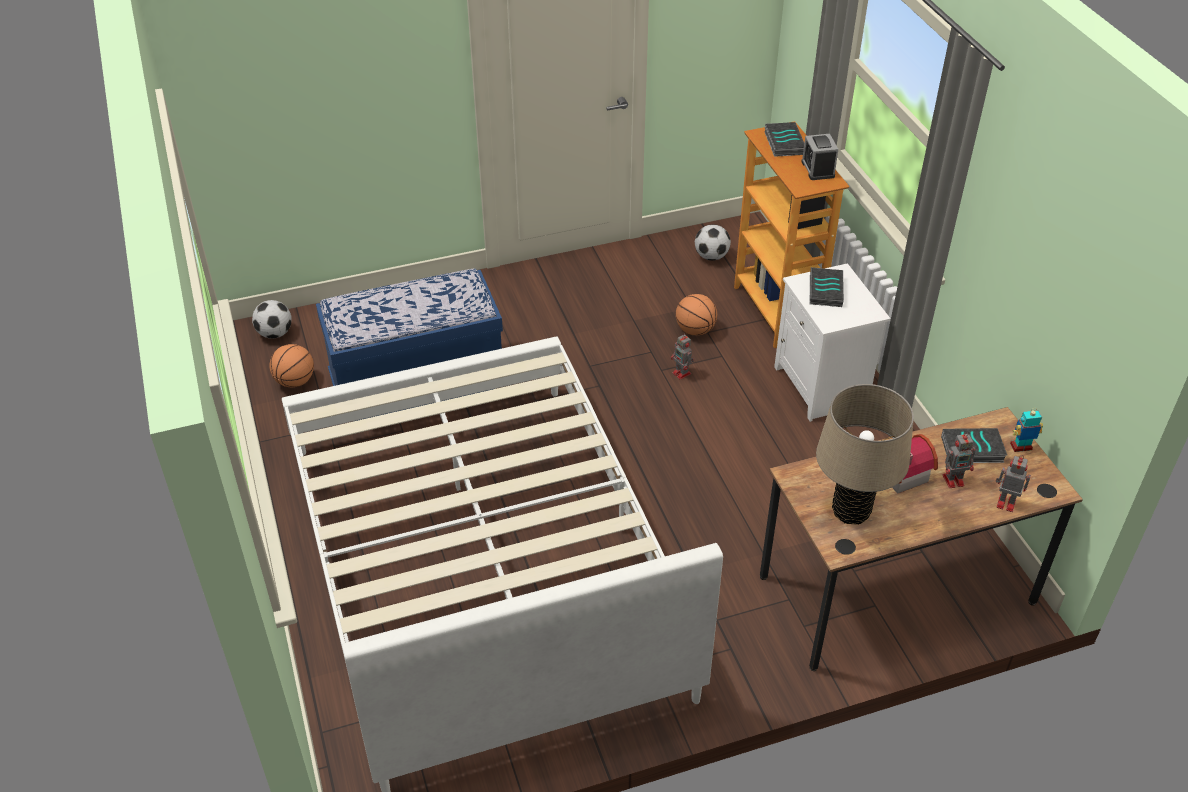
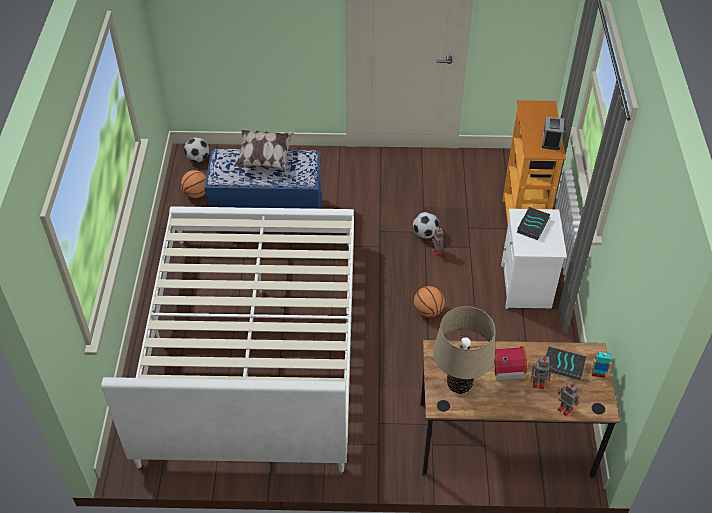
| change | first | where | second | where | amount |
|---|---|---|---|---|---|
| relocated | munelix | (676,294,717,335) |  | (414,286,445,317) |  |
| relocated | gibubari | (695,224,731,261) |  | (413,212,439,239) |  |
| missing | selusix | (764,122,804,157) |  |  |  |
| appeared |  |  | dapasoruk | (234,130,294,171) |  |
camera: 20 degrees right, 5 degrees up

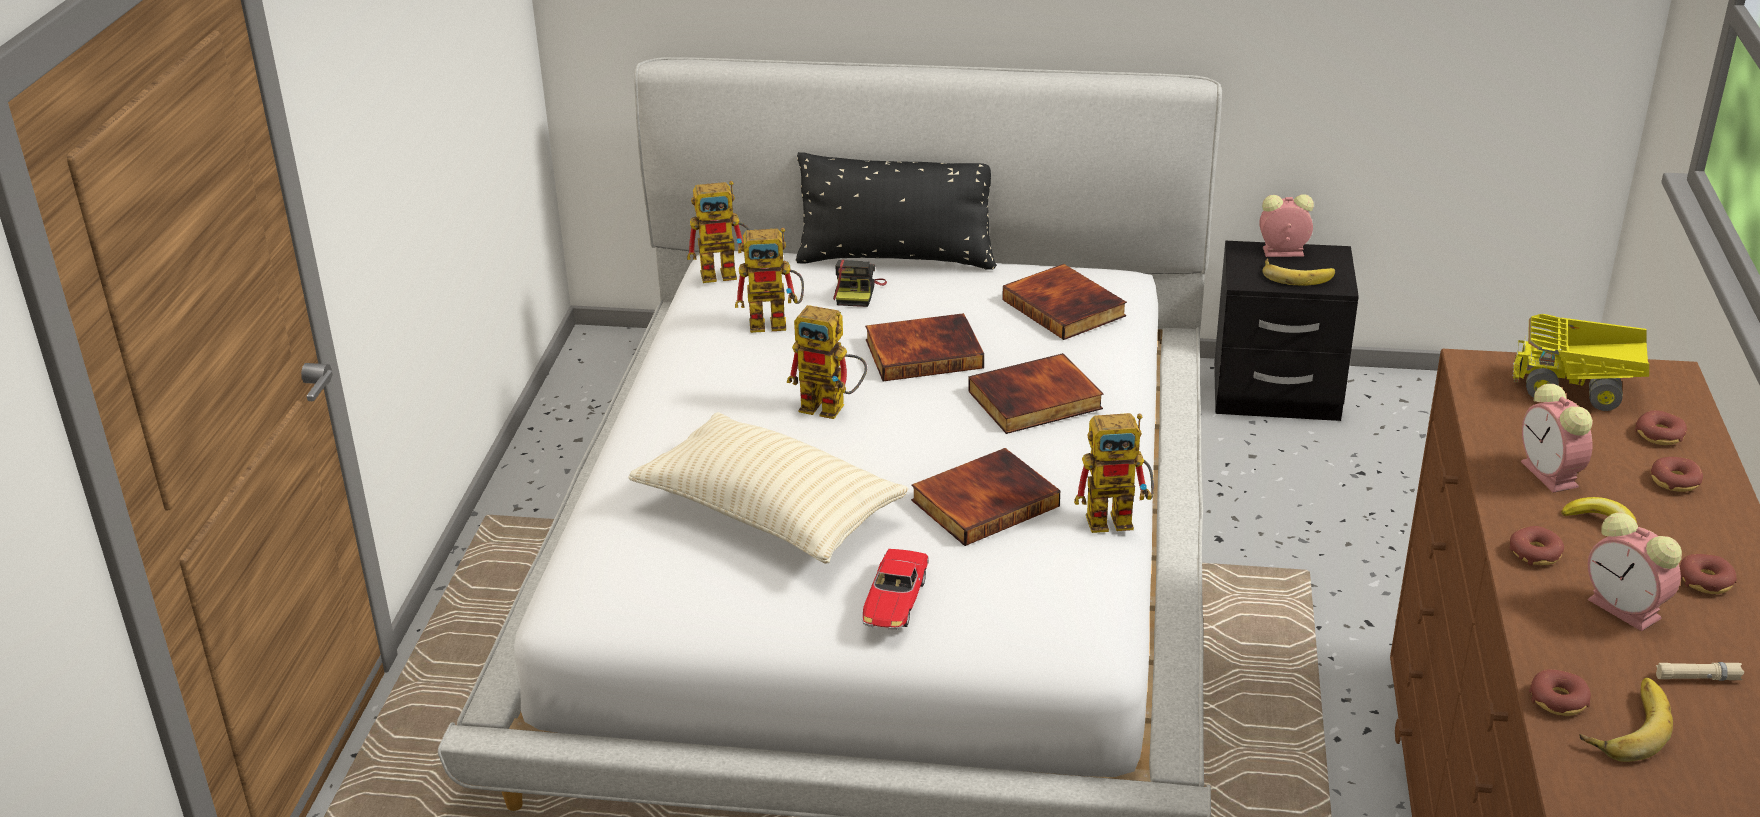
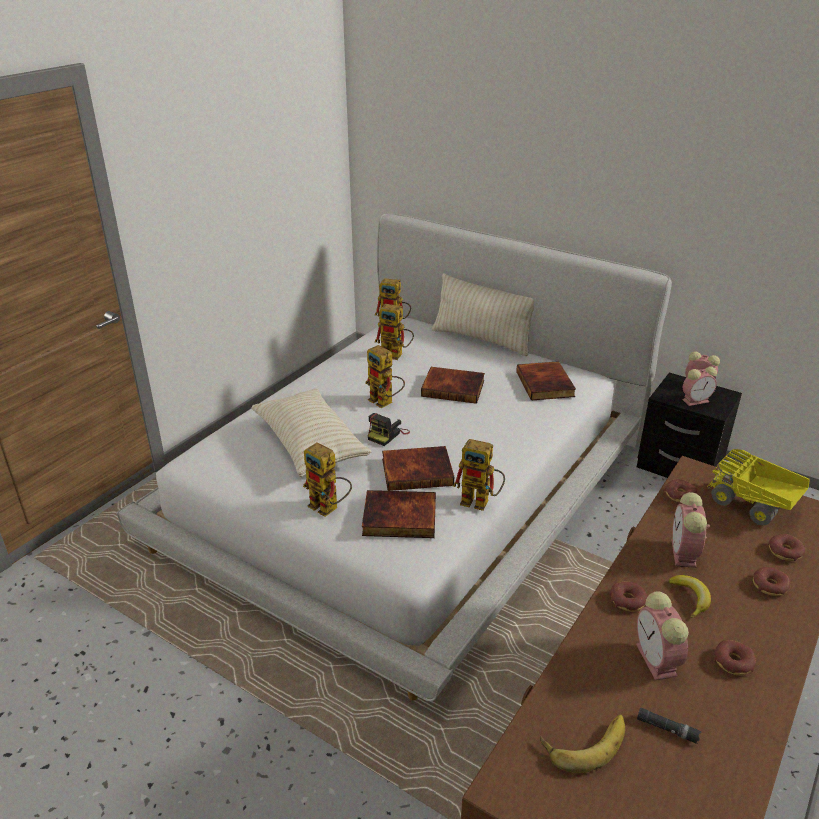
| change | first | where | second | where | amount |
|---|---|---|---|---|---|
| colour | dapasoruk (black) | (795,152,997,270) | dapasoruk (beige) | (432,273,534,356) |  |
| relocated | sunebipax | (833,260,887,307) |  | (367,413,410,446) |  |
| exchanged | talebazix | (862,549,929,630) | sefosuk | (303,442,352,517) |  |
| relocated | selusix | (968,353,1103,434) |  | (362,490,436,538) |  |
| exchanged | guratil | (1262,258,1335,286) | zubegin | (682,366,717,406) |  |
| relocated | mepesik | (1529,669,1591,716) |  | (664,479,697,503) |  |
| colour | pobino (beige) | (1656,662,1744,681) | pobino (black) | (637,708,701,744) |  |
camera: 25 degrees right, 0 degrees up

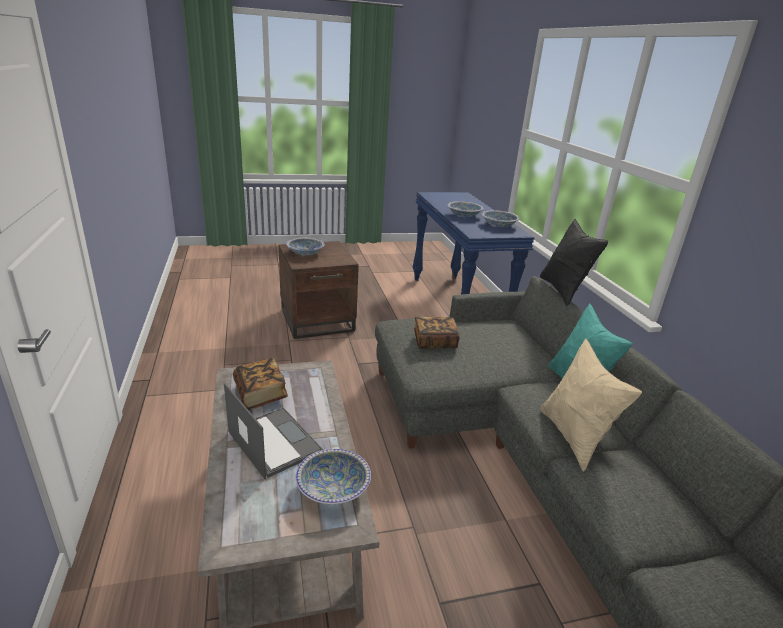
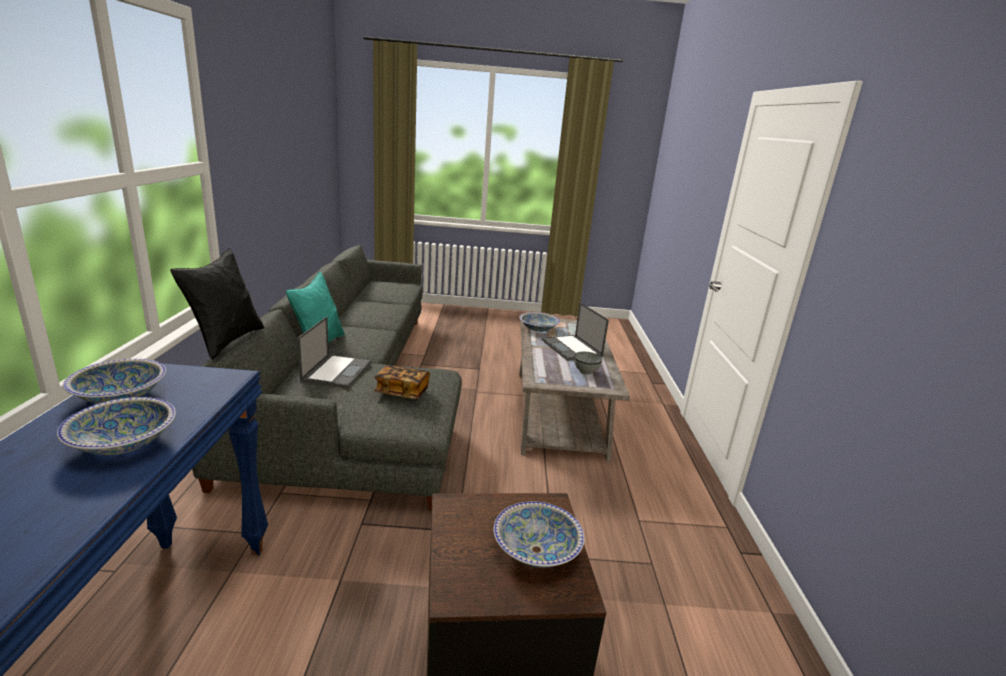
| change | first | where | second | where | amount |
|---|---|---|---|---|---|
| exchanged | selusix | (233,358,288,410) | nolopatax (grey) | (574,352,602,375) |  |
| missing | dapasoruk (beige) | (540,338,642,472) |  |  |  |
| appeared |  |  | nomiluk | (297,316,371,388) |  |
camera: 165 degrees left, 5 degrees down

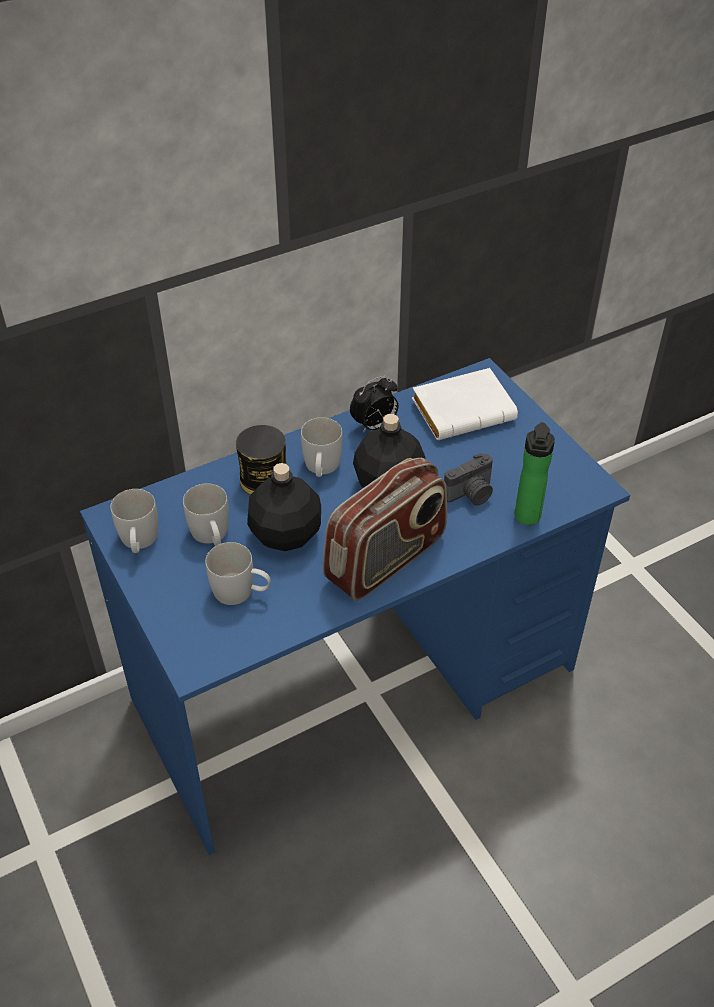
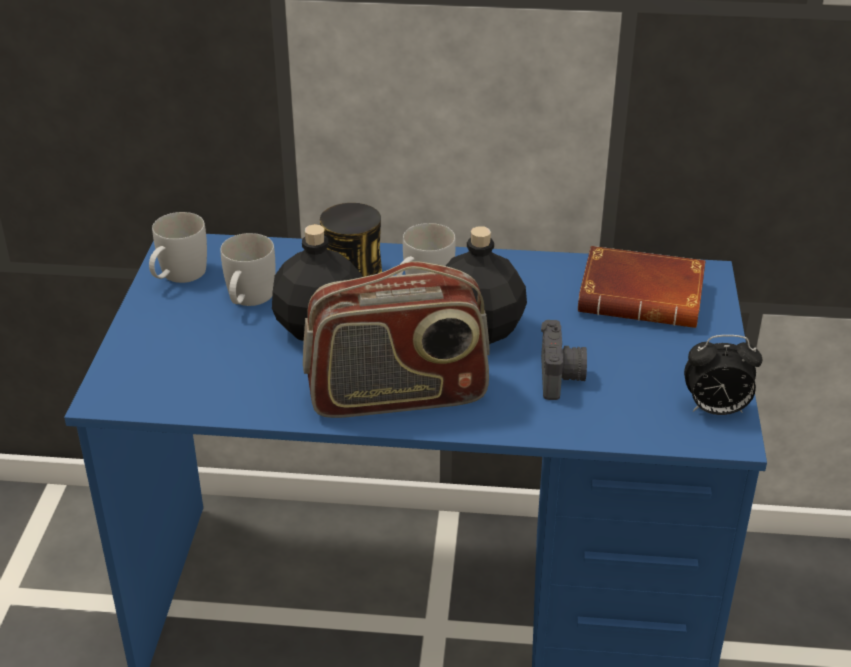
| change | first | where | second | where | amount |
|---|---|---|---|---|---|
| missing | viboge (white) | (205,542,271,605) |  |  |  |
| relocated | zubegin | (350,376,398,433) |  | (684,335,763,415) |  |
| colour | selusix (white) | (412,368,518,440) | selusix (brown) | (578,246,705,328) |  |
| spun | sunebipax | (444,453,493,506) |  | (541,320,587,400) | 90 degrees counterclockwise |
| missing | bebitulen | (515,422,555,525) |  |  |  |
camera: 35 degrees right, 10 degrees down

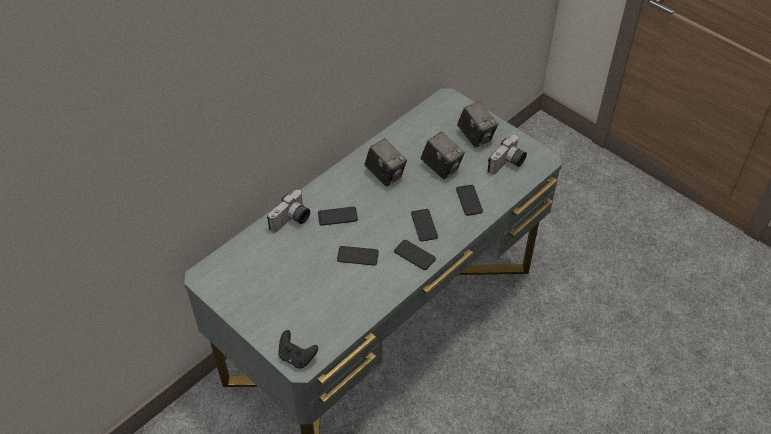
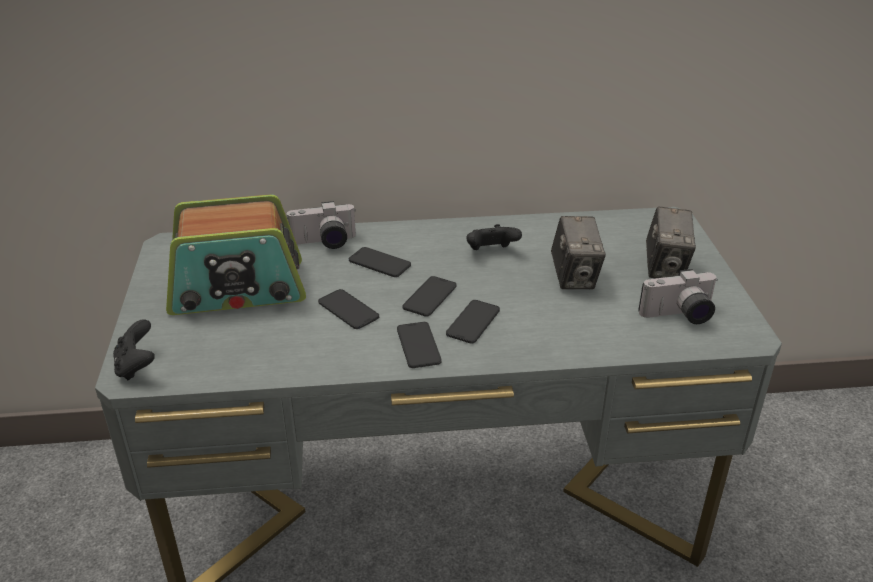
| change | first | where | second | where | amount |
|---|---|---|---|---|---|
| exchanged | sunebipax | (365,138,407,187) | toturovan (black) | (466,224,522,250) |  |
| relocated | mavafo | (456,185,483,216) |  | (403,276,457,317) |  |
| appeared |  |  | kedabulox | (166,194,306,315) |  |
camera: 40 degrees right, 15 degrees down

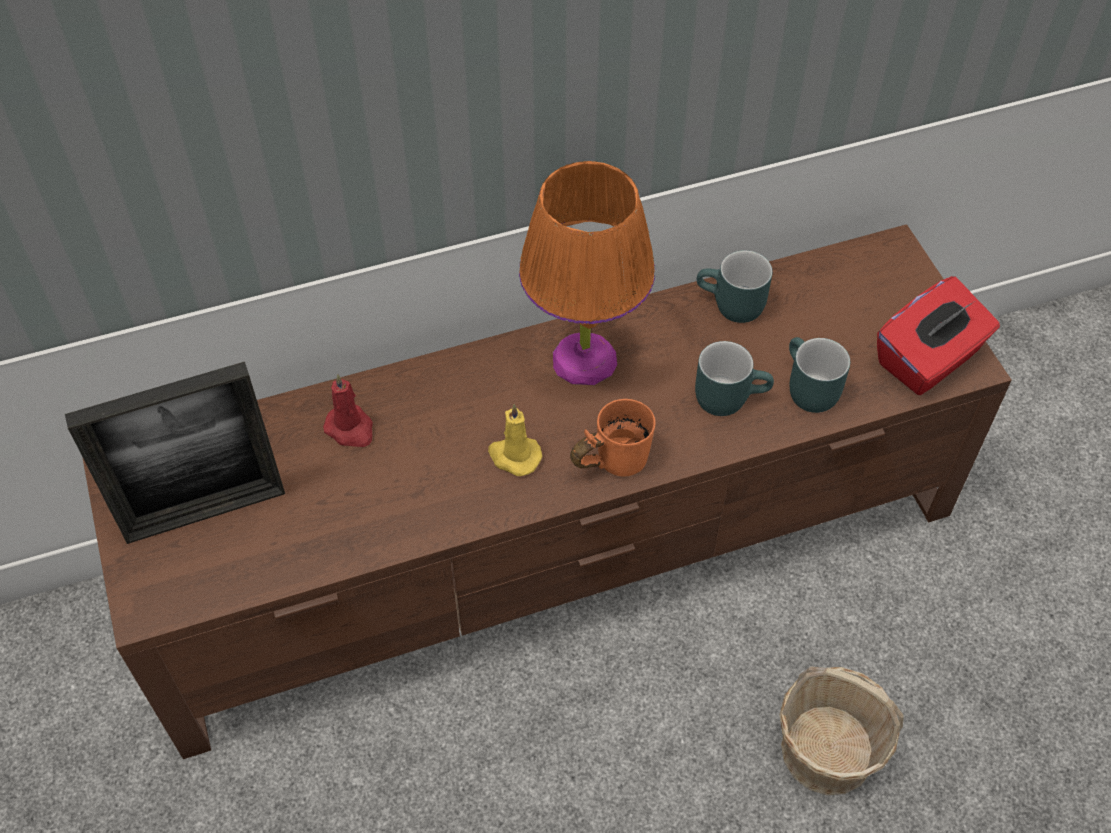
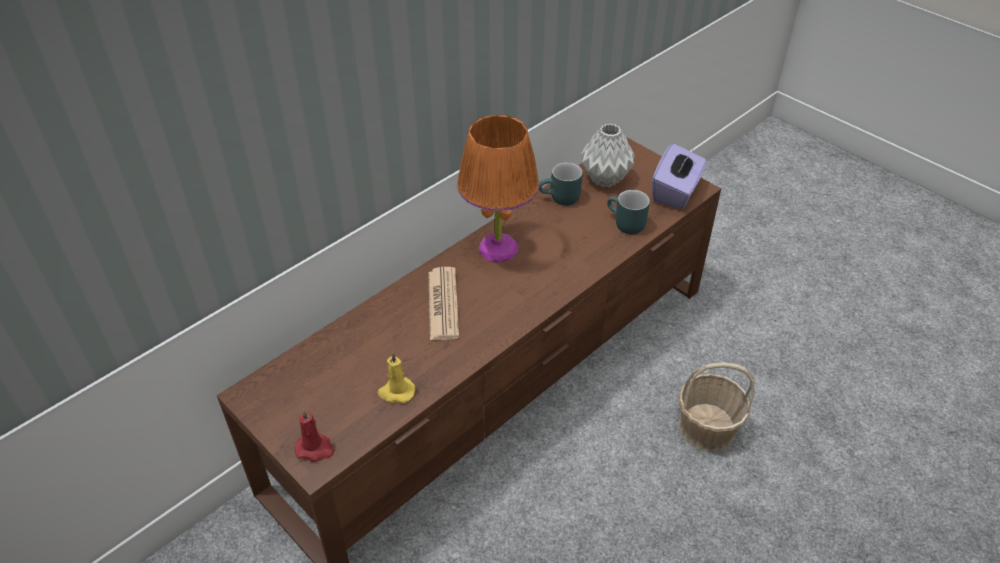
| change | first | where | second | where | amount |
|---|---|---|---|---|---|
| missing | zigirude | (65,361,285,544) |  |  |  |
| relocated | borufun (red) | (323,374,373,447) |  | (295,409,334,462) |  |
| relocated | borufun (yellow) | (488,404,542,476) |  | (377,352,415,403) |  |
| missing | viboge (orange) | (570,399,656,476) |  |  |  |
| missing | viboge (turquoise) | (695,341,774,416) |  |  |  |
| colour | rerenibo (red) | (877,276,1000,395) | rerenibo (purple) | (652,143,707,209) |  |
| appeared |  |  | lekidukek | (428,267,459,340) |  |
| appeared |  |  | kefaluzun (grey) | (581,124,635,187) |  |
camera: 25 degrees left, 10 degrees down

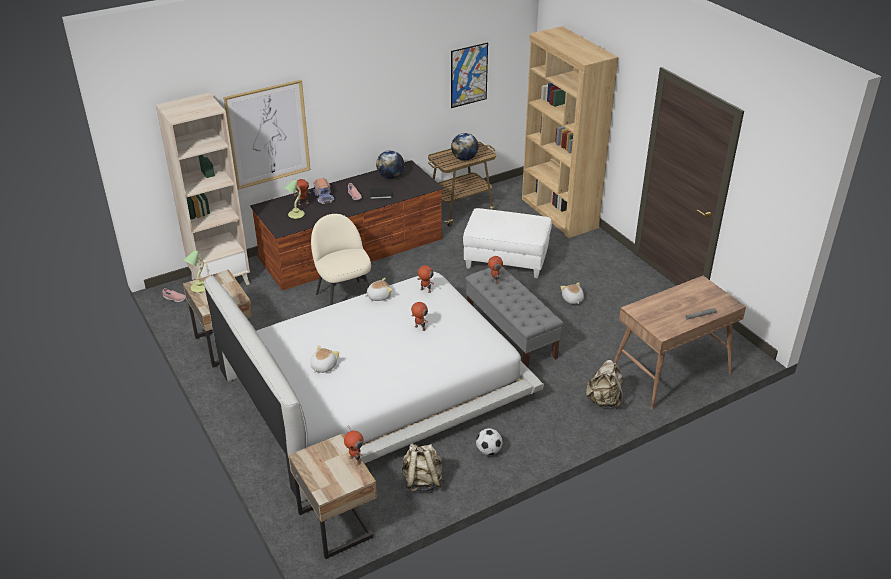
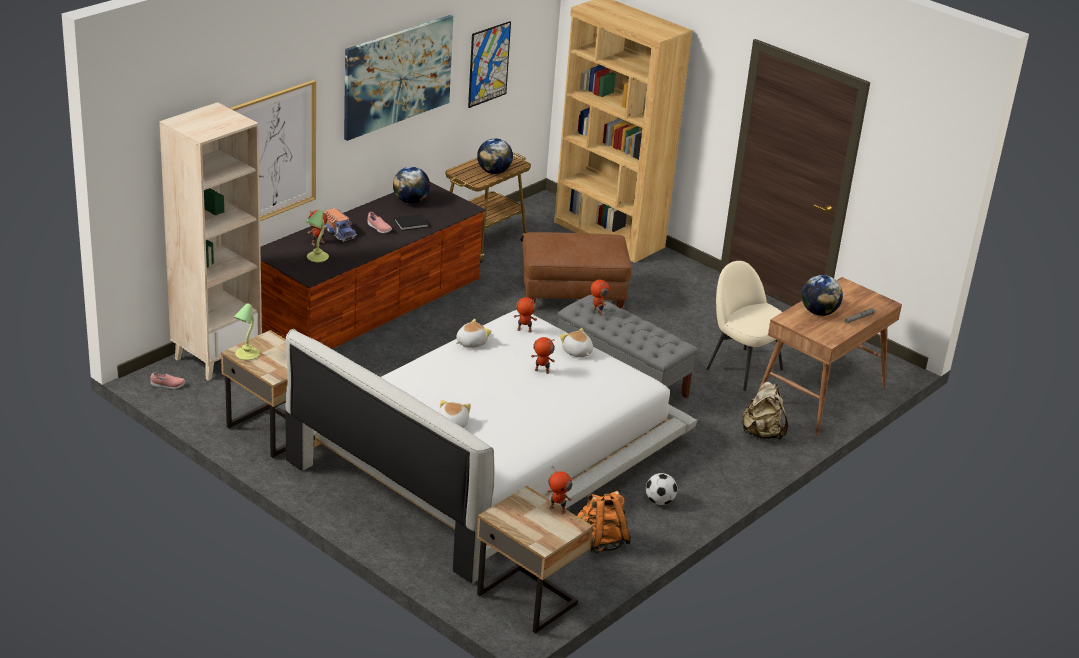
| change | first | where | second | where | amount |
|---|---|---|---|---|---|
| relocated | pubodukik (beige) | (311,214,371,305) |  | (706,261,783,391) |  |
| colour | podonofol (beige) | (402,443,445,492) | podonofol (orange) | (577,491,632,553) |  |
| colour | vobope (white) | (463,208,552,278) | vobope (brown) | (522,232,632,309) |  |
| relocated | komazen | (561,282,584,304) |  | (560,328,593,357) |  |
| appeared |  |  | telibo | (344,15,453,141) |  |
| appeared |  |  | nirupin | (802,275,843,316) |  |
camera: 20 degrees left, 5 degrees down

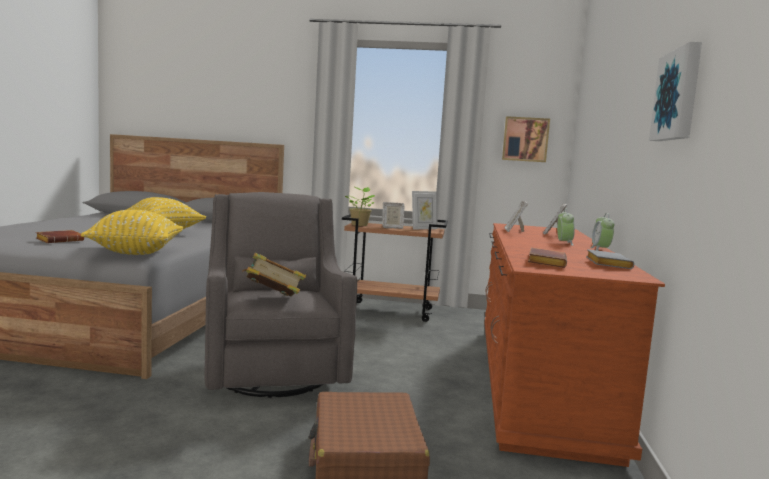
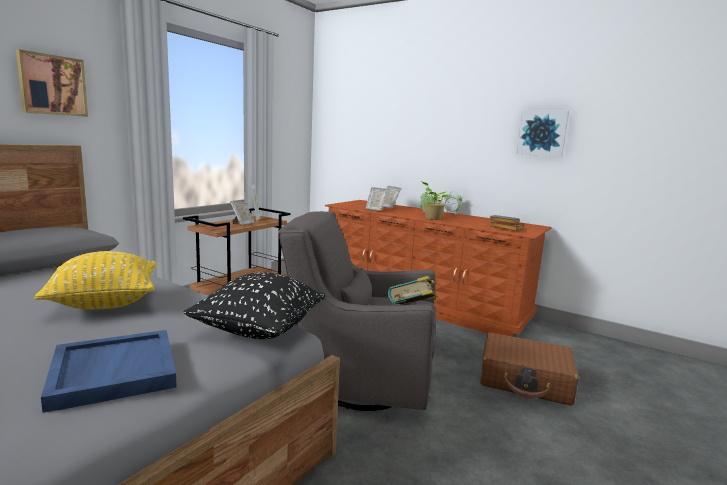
| change | first | where | second | where | amount |
|---|---|---|---|---|---|
| exchanged | selusix (brown) | (36,230,84,243) | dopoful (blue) | (41,330,177,413) |  |
| colour | dapasoruk (yellow) | (81,210,183,255) | dapasoruk (black) | (183,273,326,339) |  |
| relocated | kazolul | (345,187,375,226) |  | (421,181,451,220) |  |
| relocated | telibo | (502,116,550,162) |  | (16,49,88,117) |  |
camera: 65 degrees left, 5 degrees up

